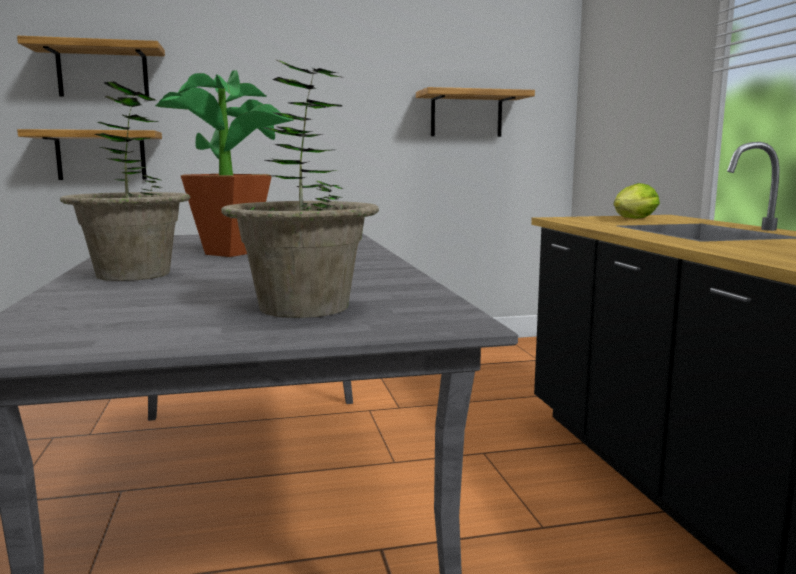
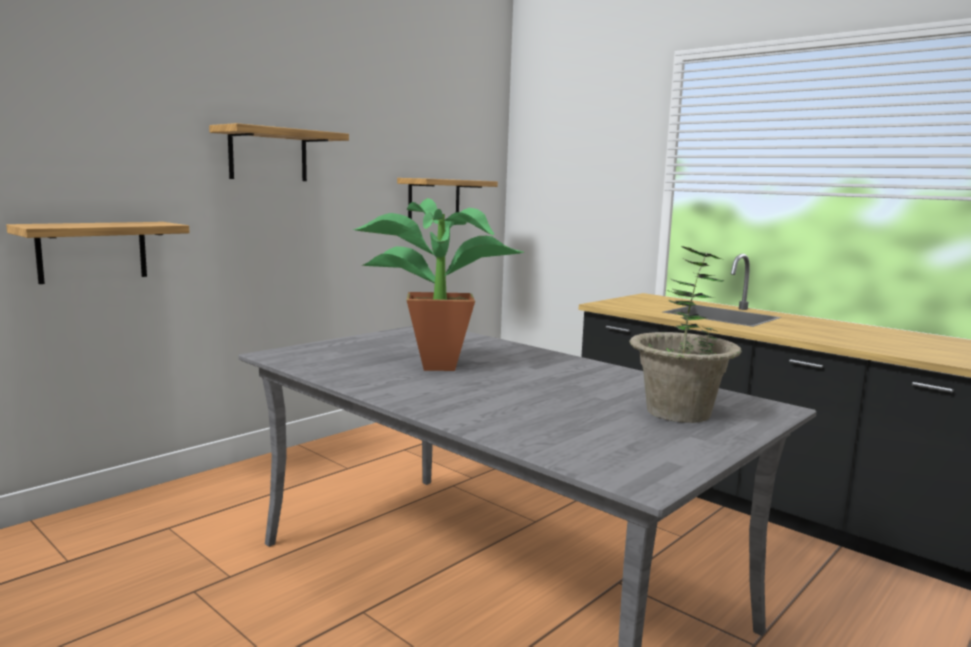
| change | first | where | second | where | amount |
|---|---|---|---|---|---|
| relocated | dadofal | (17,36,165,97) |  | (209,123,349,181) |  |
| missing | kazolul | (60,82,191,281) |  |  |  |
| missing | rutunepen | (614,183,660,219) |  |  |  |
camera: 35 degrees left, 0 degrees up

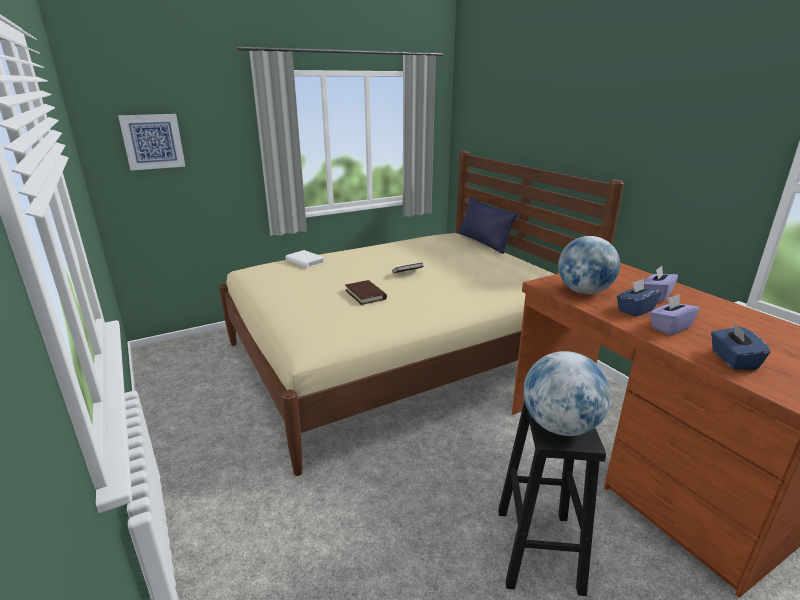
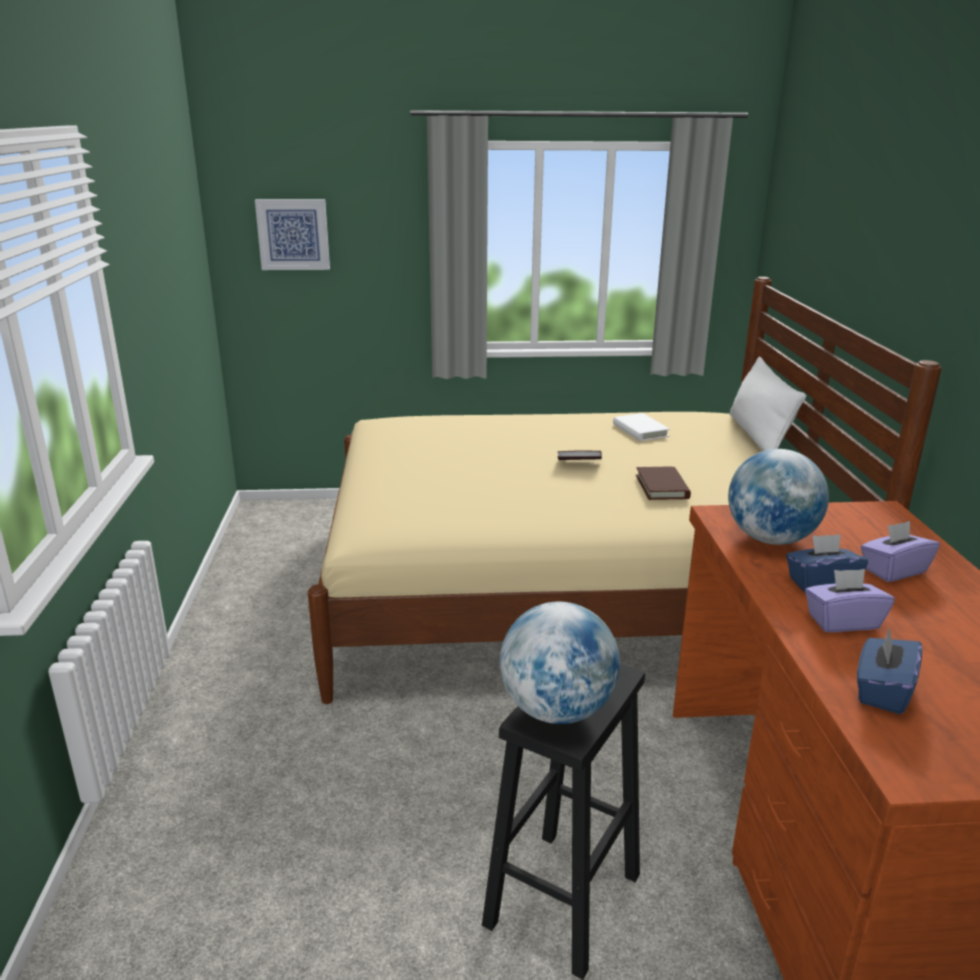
| change | first | where | second | where | amount |
|---|---|---|---|---|---|
| relocated | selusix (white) | (285,250,325,268) |  | (613,413,670,441) |  |
| relocated | selusix (brown) | (345,280,387,305) |  | (636,467,691,500) |  |
| colour | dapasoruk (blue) | (458,197,518,254) | dapasoruk (white) | (730,357,806,451) |  |
camera: 25 degrees right, 0 degrees up

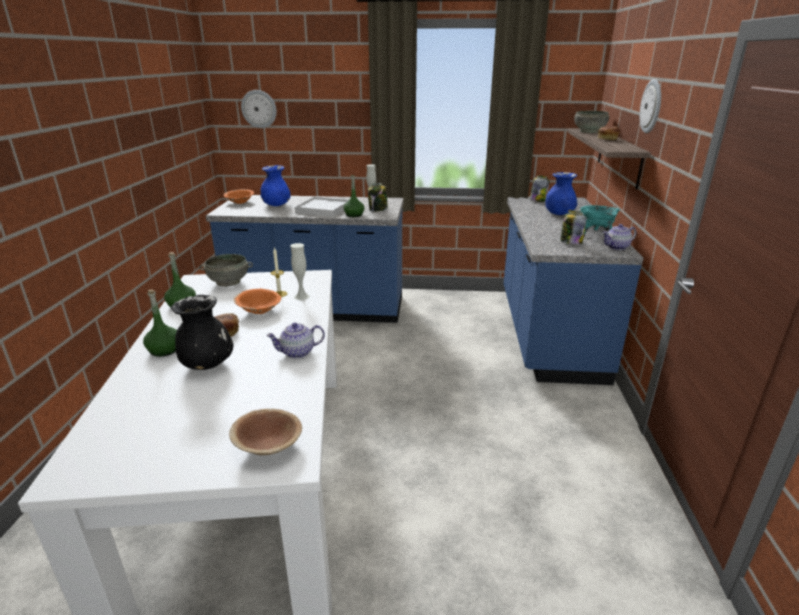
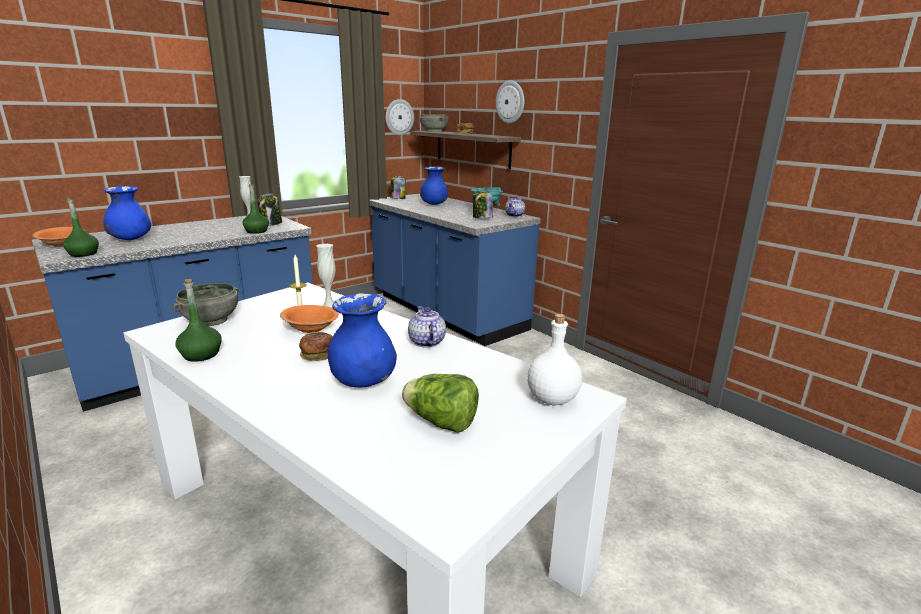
| change | first | where | second | where | amount |
|---|---|---|---|---|---|
| relocated | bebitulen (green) | (143,290,177,357) |  | (63,198,99,257) |  |
| colour | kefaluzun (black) | (171,295,233,370) | kefaluzun (blue) | (328,293,397,388) |  |
| exchanged | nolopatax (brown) | (229,409,302,455) | bebitulen (white) | (527,314,582,405) |  |
| relocated | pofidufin | (241,90,277,128) |  | (386,99,414,135) |  |
| spun | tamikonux | (266,322,325,358) |  | (408,306,446,348) | 135 degrees clockwise |
| missing | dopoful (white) | (295,197,349,217) |  |  |  |
| appeared |  |  | rutunepen | (402,374,479,432) |  |
camera: 45 degrees left, 5 degrees down

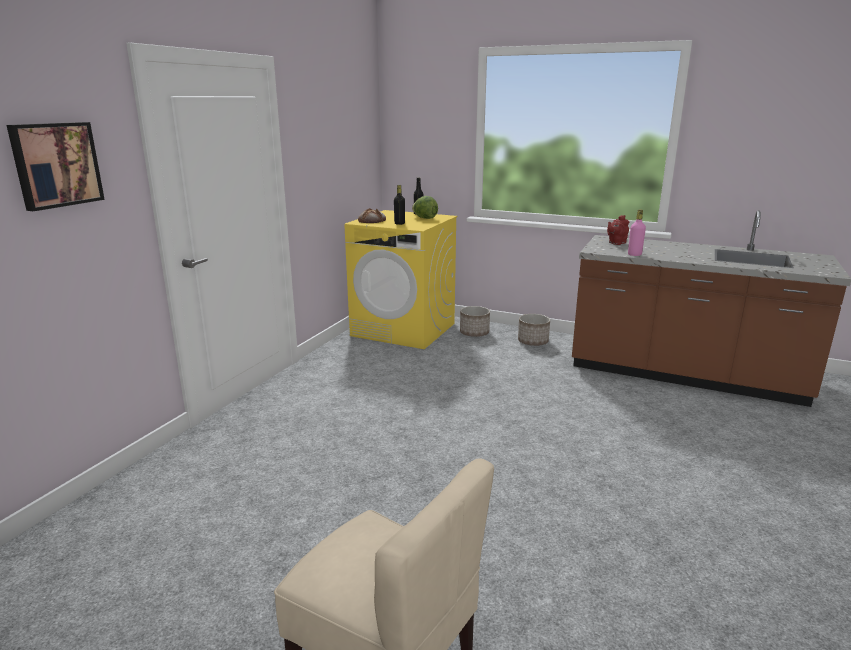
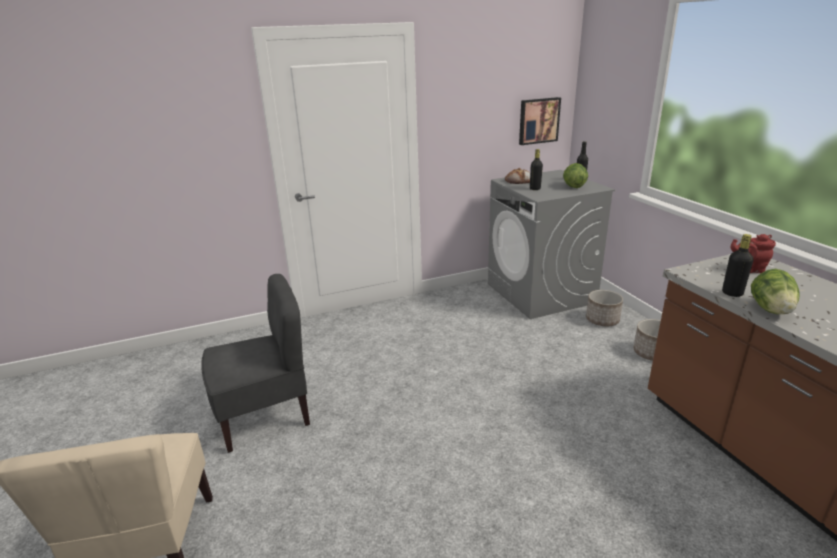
| change | first | where | second | where | amount |
|---|---|---|---|---|---|
| relocated | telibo | (6,122,105,211) |  | (519,97,561,145) |  |
| colour | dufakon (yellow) | (344,210,457,349) | dufakon (grey) | (488,170,615,319) |  |
| colour | bebitulen (pink) | (628,210,646,256) | bebitulen (black) | (722,234,753,297) |  |
| appeared |  |  | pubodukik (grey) | (201,274,310,453) |  |
| appeared |  |  | rutunepen | (751,269,800,314) |  |
camera: 45 degrees right, 5 degrees up

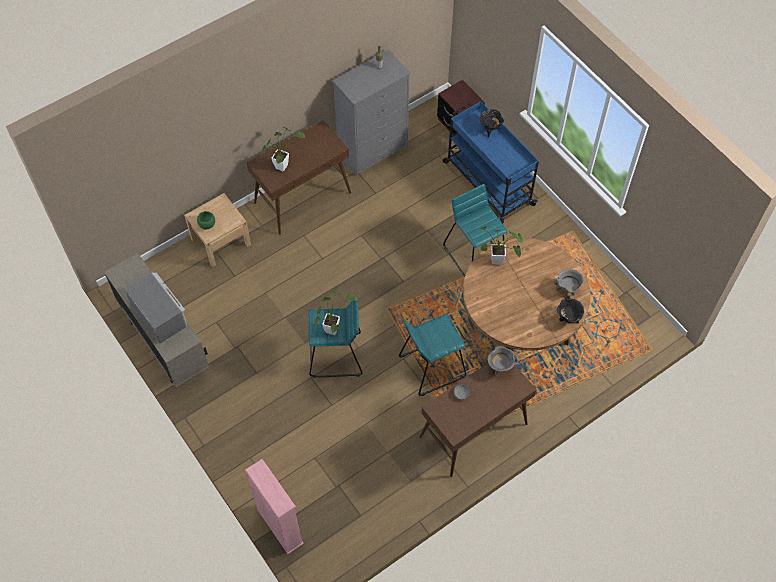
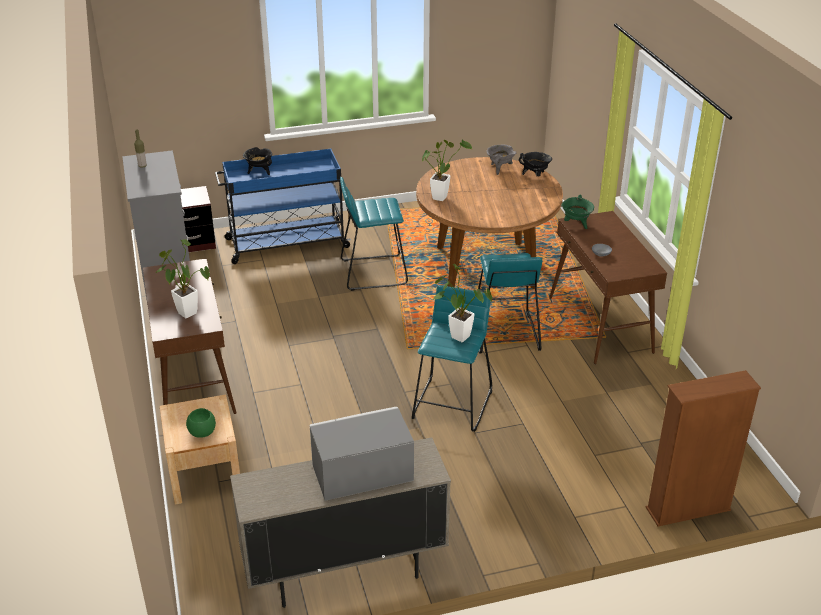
| change | first | where | second | where | amount |
|---|---|---|---|---|---|
| colour | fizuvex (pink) | (245,459,304,554) | fizuvex (brown) | (646,370,761,527) |  |
| colour | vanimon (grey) | (488,346,518,376) | vanimon (green) | (561,194,594,229) |  |
camera: 70 degrees left, 25 degrees down

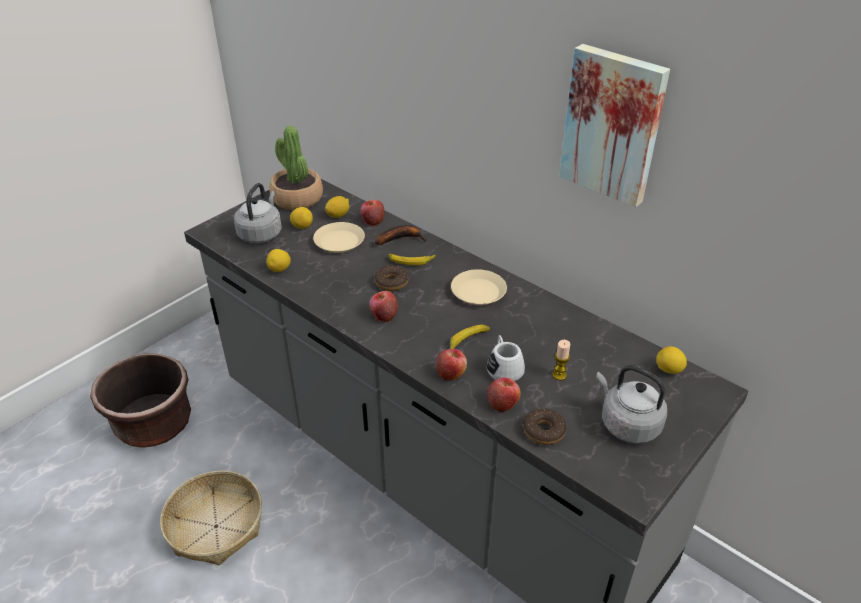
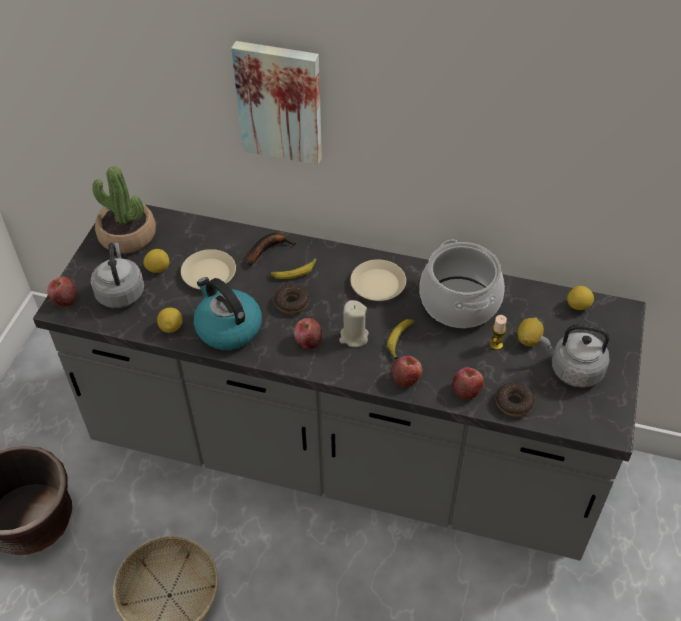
| change | first | where | second | where | amount |
|---|---|---|---|---|---|
| relocated | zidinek | (325,196,350,218) |  | (518,317,544,346) |  |
| relocated | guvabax | (360,200,385,226) |  | (47,277,77,307) |  |
| missing | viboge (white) | (487,335,525,381) |  |  |  |
| relocated | telibo | (559,44,670,207) |  | (231,41,322,165) |  |
| appeared |  |  | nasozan | (193,277,262,350) |  |
| appeared |  |  | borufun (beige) | (339,300,369,347) |  |
| appeared |  |  | vanimon | (419,239,505,328) |  |
camera: 25 degrees left, 10 degrees up

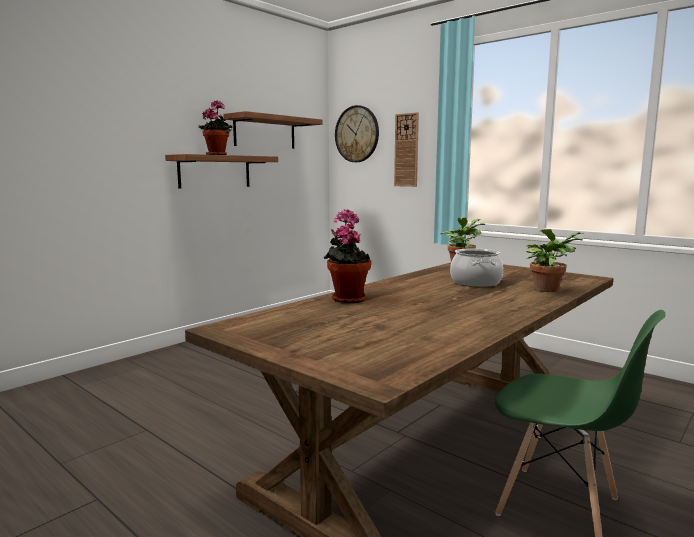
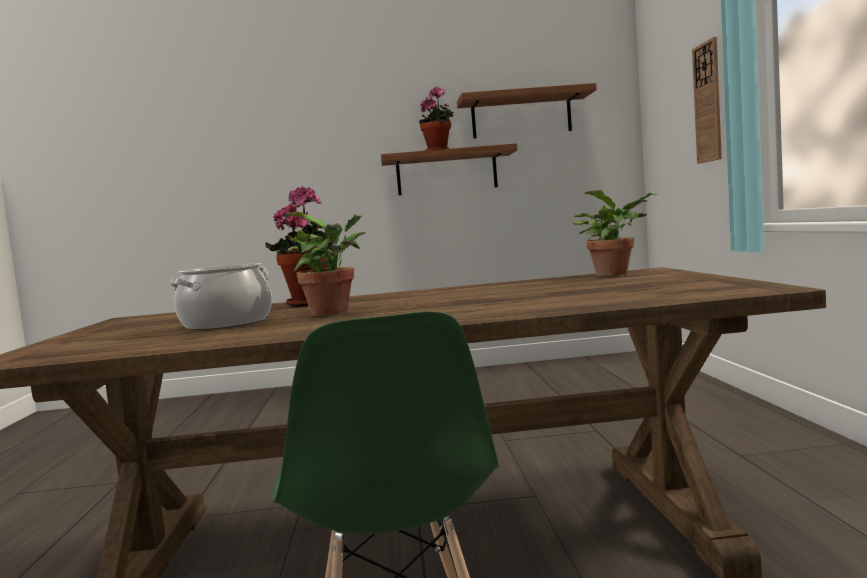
| change | first | where | second | where | amount |
|---|---|---|---|---|---|
| missing | pofidufin | (335,105,379,162) |  |  |  |
| relocated | vanimon | (450,248,504,287) |  | (170,264,272,330) |  |
| relocated | kazolul | (526,229,583,292) |  | (283,212,365,316) |  |
camera: 45 degrees right, 5 degrees down

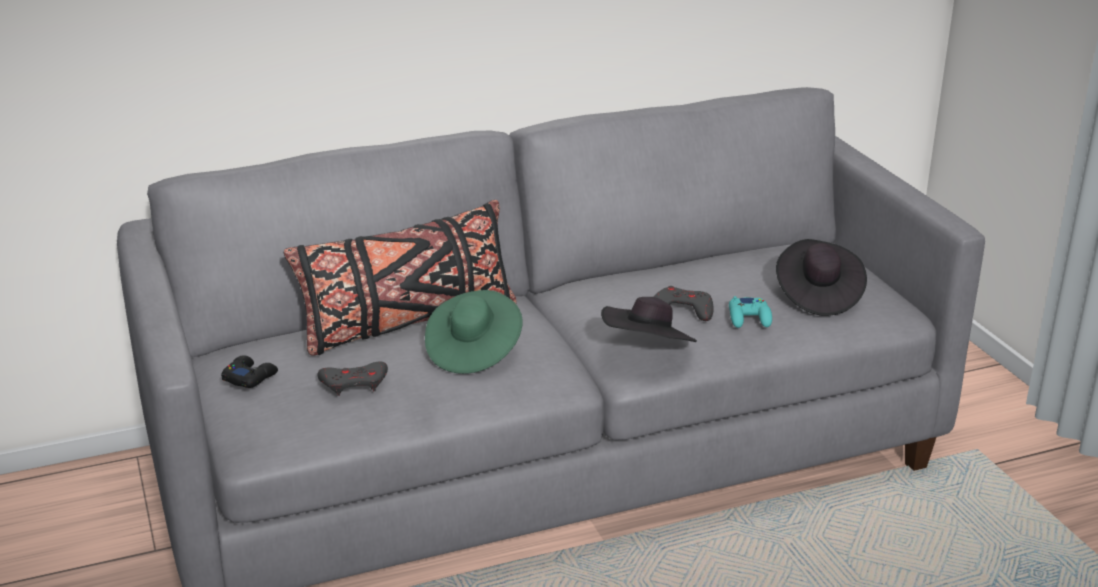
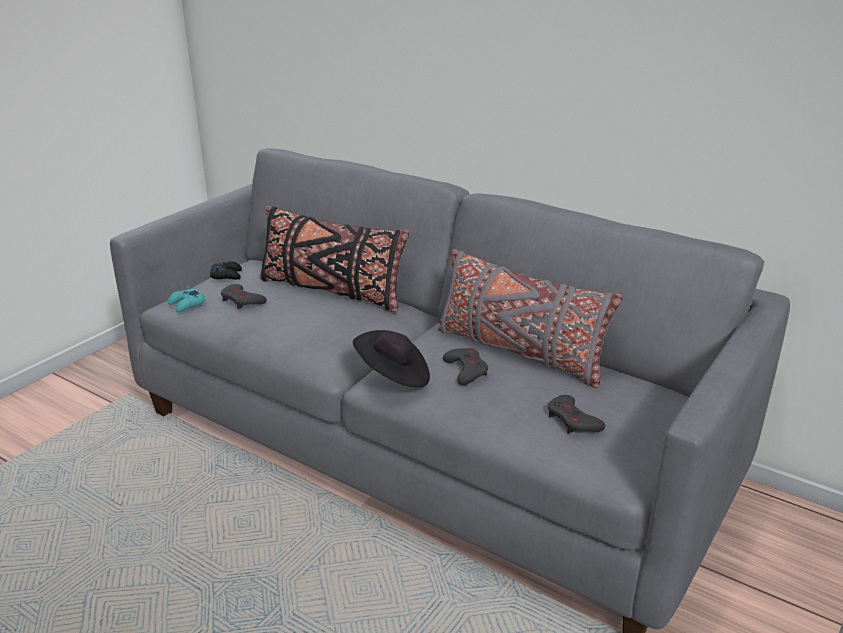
| change | first | where | second | where | amount |
|---|---|---|---|---|---|
| missing | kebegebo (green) | (425,290,523,374) |  |  |  |
| relocated | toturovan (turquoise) | (729,296,772,328) |  | (168,286,206,312) |  |
| exchanged | kebegebo (black) | (776,239,867,316) | toturovan (grey) | (548,395,606,433) |  |
| appeared |  |  | dapasoruk (grey) | (438,249,622,388) |  |
camera: 55 degrees right, 0 degrees up

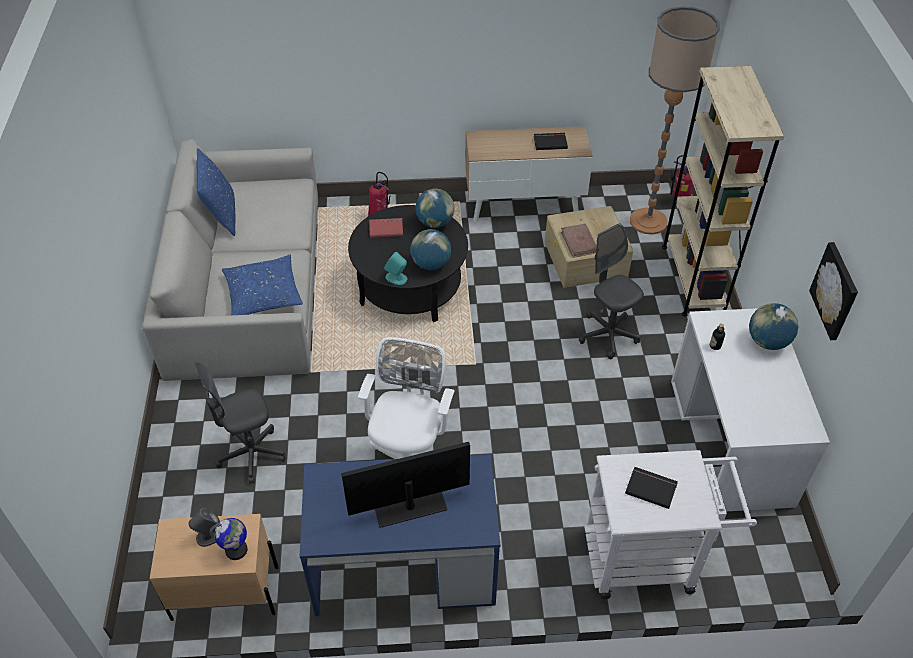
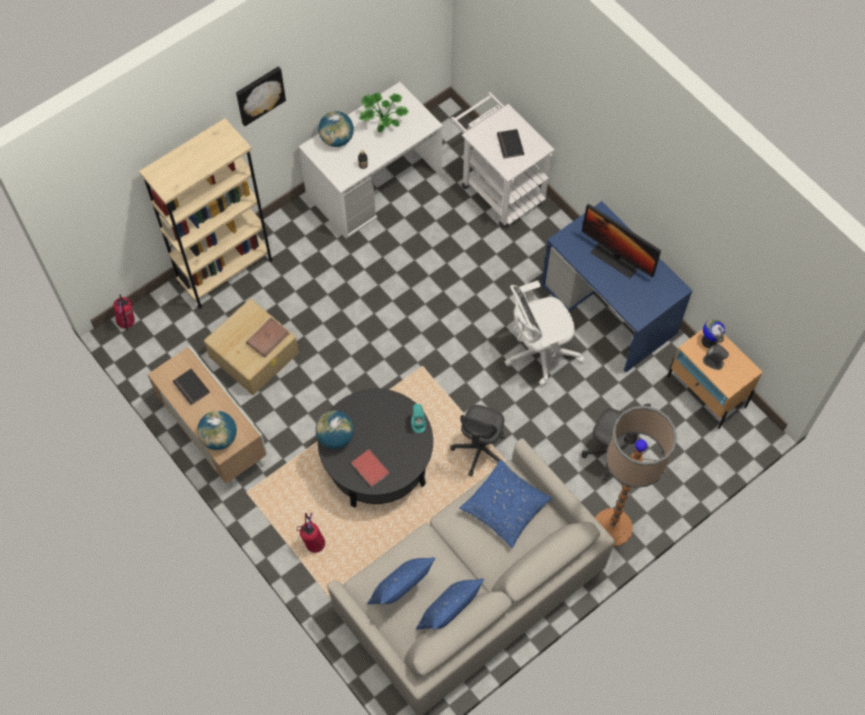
| change | first | where | second | where | amount |
|---|---|---|---|---|---|
| relocated | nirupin | (410,229,451,270) |  | (197,411,237,450) |  |
| relocated | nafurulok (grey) | (579,223,644,359) |  | (450,405,505,477) |  |
| relocated | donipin | (630,6,720,235) |  | (595,406,677,546) |  |
| relocated | telibo | (809,242,858,340) |  | (236,66,286,126) |  |
| appeared |  |  | kazolul | (359,92,409,133) |  |
| appeared |  |  | dapasoruk (blue) | (367,557,435,604) |  |
camera: 125 degrees left, 15 degrees up

